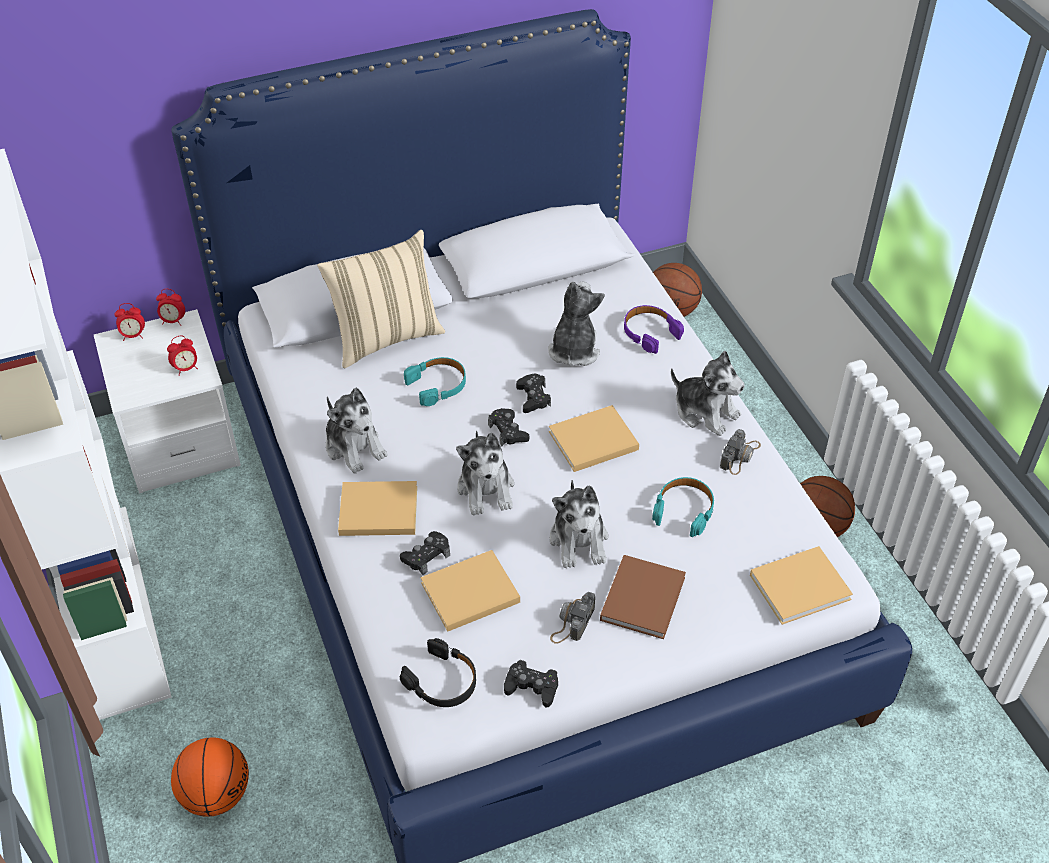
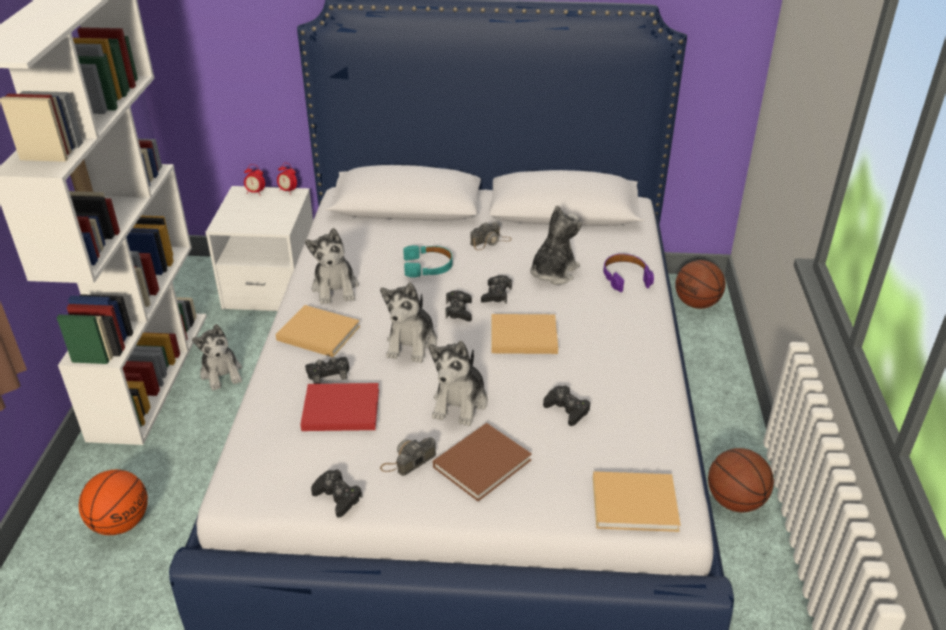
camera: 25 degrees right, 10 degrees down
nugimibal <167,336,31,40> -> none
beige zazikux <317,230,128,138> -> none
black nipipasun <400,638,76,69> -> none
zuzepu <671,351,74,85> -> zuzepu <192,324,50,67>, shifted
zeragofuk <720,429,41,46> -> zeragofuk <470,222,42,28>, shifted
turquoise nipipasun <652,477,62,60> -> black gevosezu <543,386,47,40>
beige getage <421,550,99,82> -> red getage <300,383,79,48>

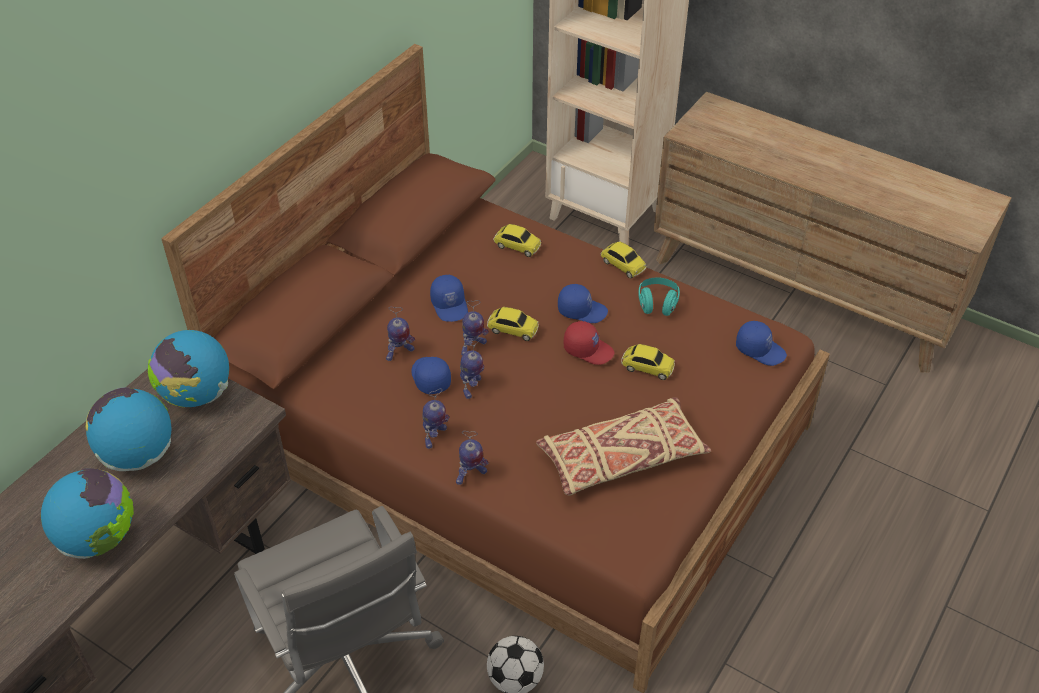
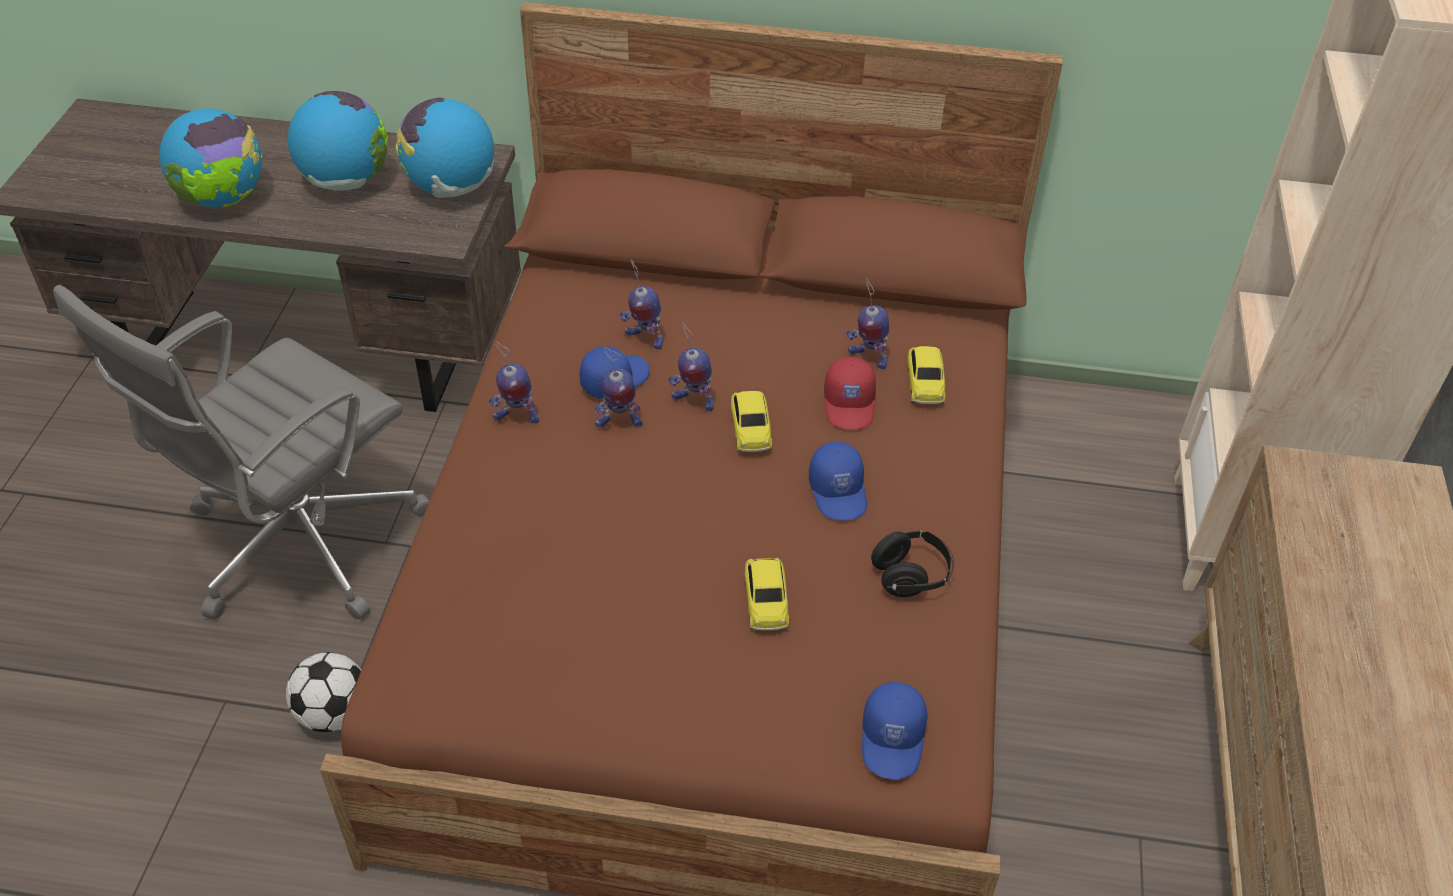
camera: 65 degrees right, 0 degrees up
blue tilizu <430,275,38,47> -> none
beige zazikux <536,397,175,99> -> none
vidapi <601,241,46,38> -> none
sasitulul <456,431,33,54> -> sasitulul <846,278,43,91>, shifted
red tilizu <564,321,50,44> -> red tilizu <824,357,52,73>, shifted
turquoise nipipasun <638,277,42,39> -> black nipipasun <871,531,83,66>

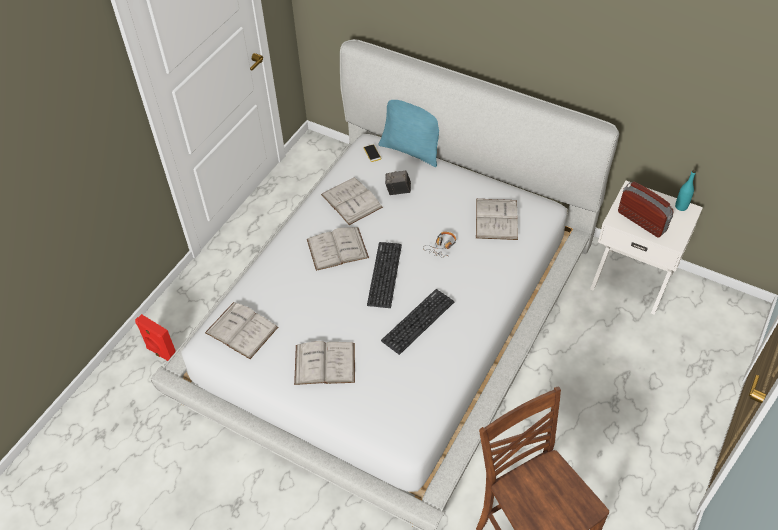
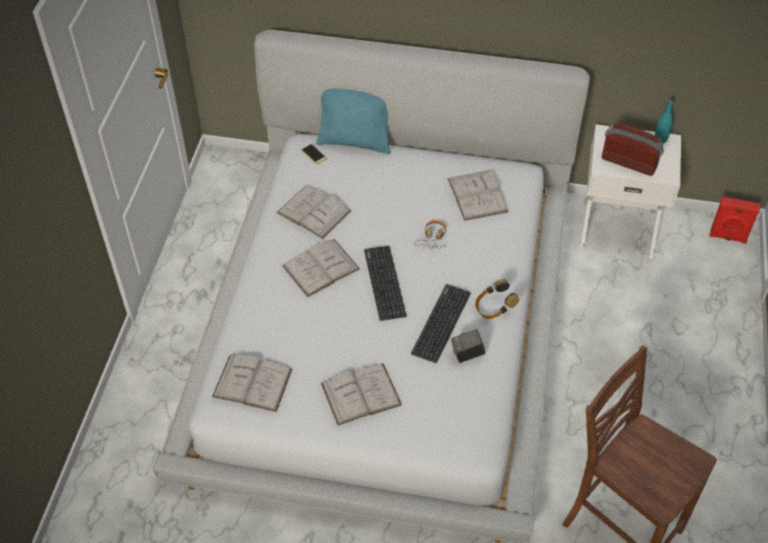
camera: 20 degrees left, 0 degrees up
none -> nipipasun <475,279,44,40>
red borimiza <135,314,41,47> -> red borimiza <709,196,51,48>, shifted
zeragofuk <385,171,26,24> -> zeragofuk <451,329,34,34>, shifted

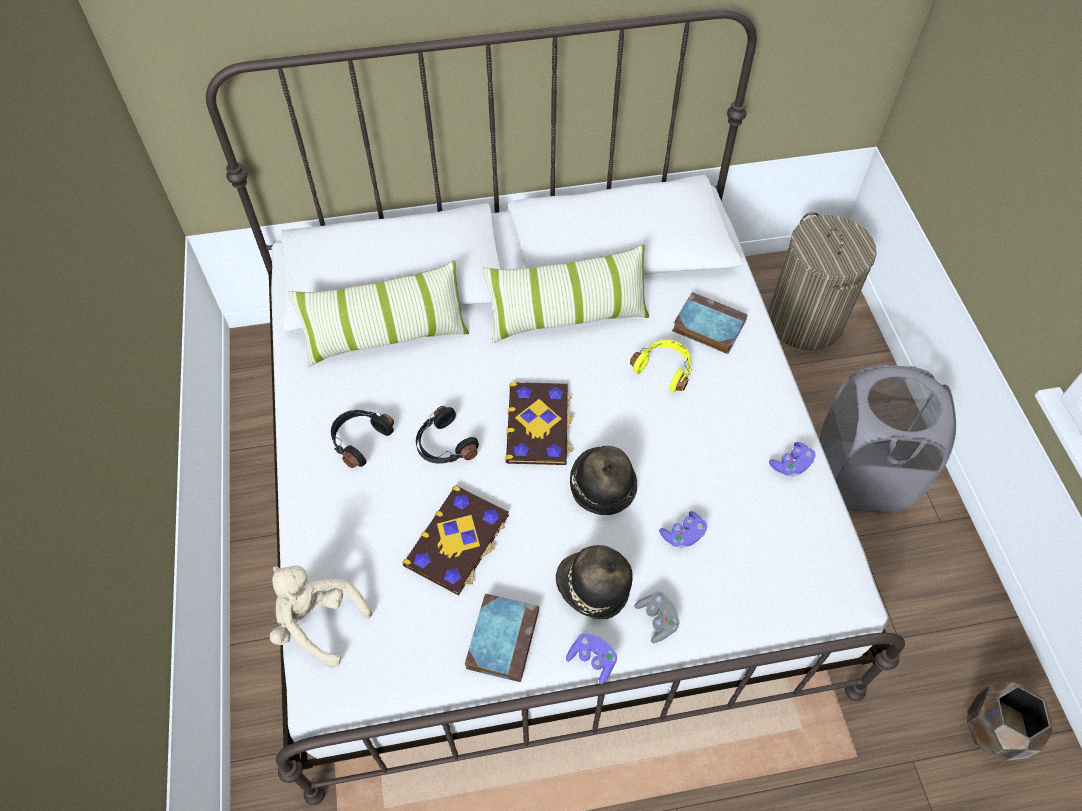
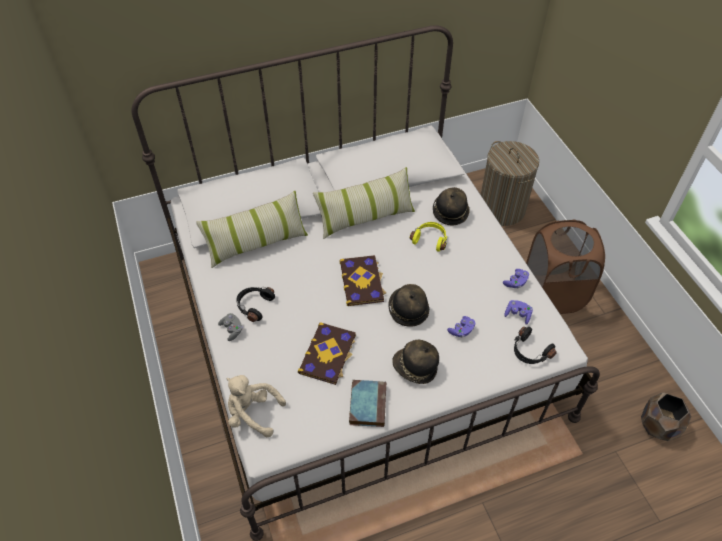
camera: 10 degrees left, 5 degrees down
black nipipasun <416,406,63,58> -> black nipipasun <514,327,43,37>, shifted
purple gevosezu <566,633,51,51> -> purple gevosezu <504,300,29,25>, shifted
grey gevosezu <634,591,46,52> -> grey gevosezu <218,313,25,28>, shifted
getage <672,292,76,62> -> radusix <433,187,37,39>
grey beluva <819,364,137,149> -> brown beluva <526,220,79,94>

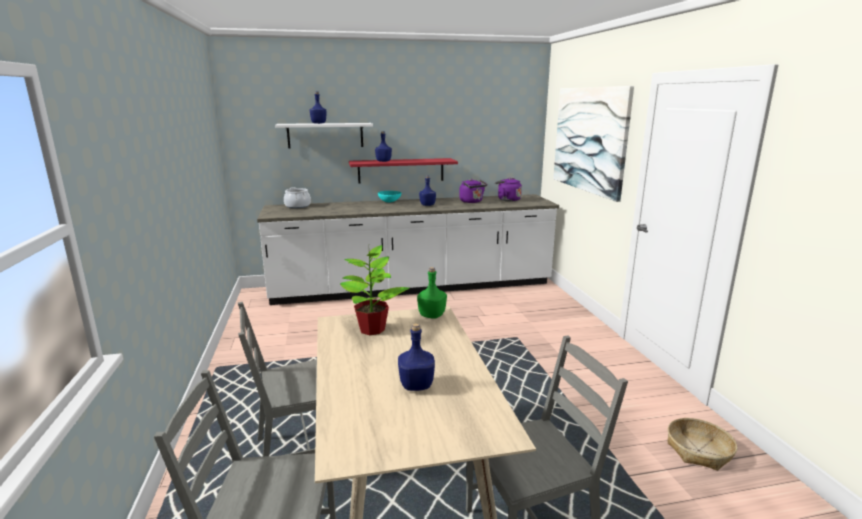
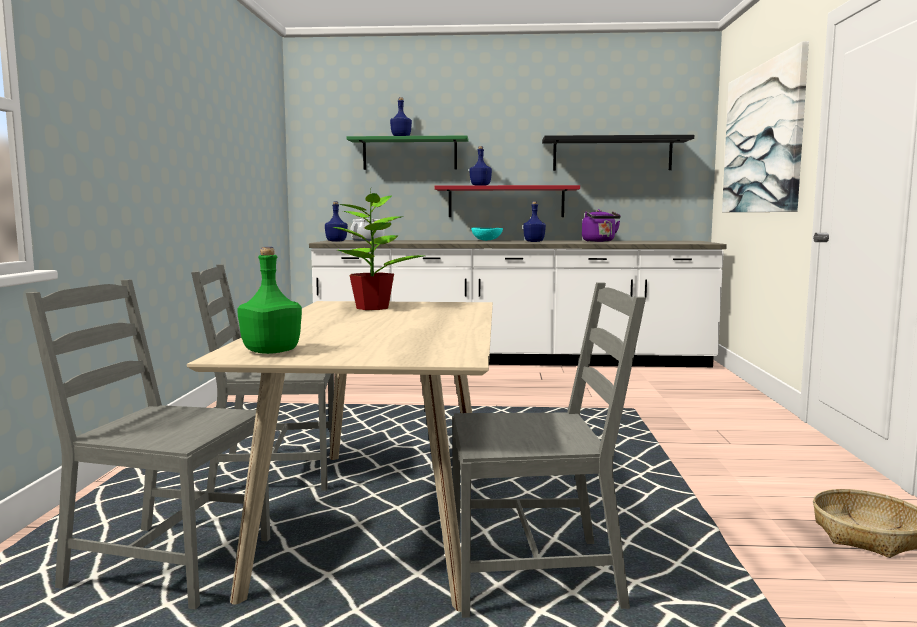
camera: 15 degrees right, 10 degrees down
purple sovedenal <494,178,28,24> -> none
none -> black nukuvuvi <542,135,152,36>
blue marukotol <398,324,37,67> -> blue marukotol <325,201,23,41>, shifted
green marukotol <417,267,30,52> -> green marukotol <237,247,65,107>, shifted
white nukuvuvi <275,123,98,25> -> green nukuvuvi <346,135,122,35>

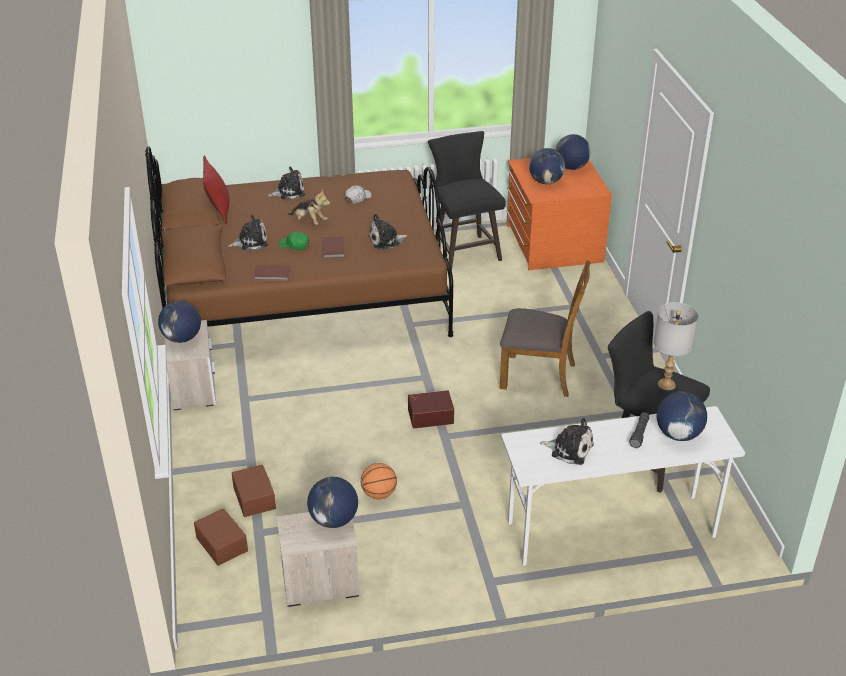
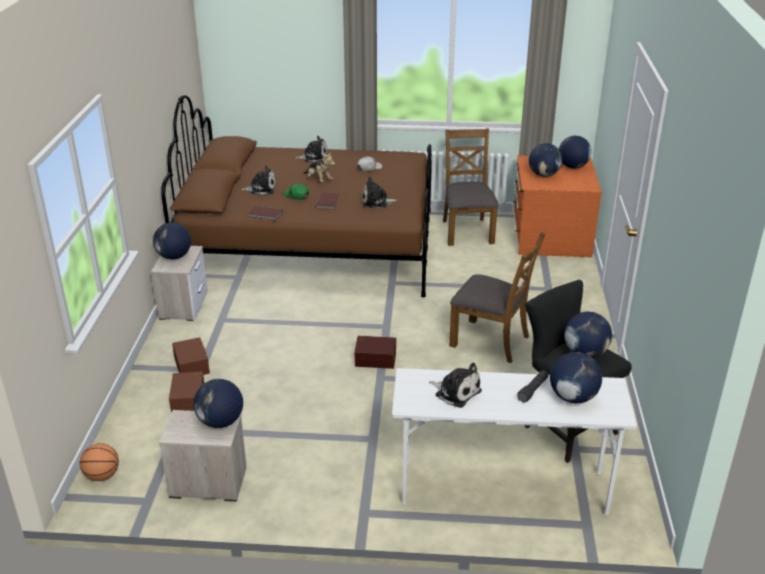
camera: 15 degrees right, 5 degrees down
red zazikux <203,155,27,69> -> none
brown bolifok <194,508,54,58> -> brown bolifok <172,337,38,38>, shifted
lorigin <361,463,36,36> -> lorigin <80,443,39,38>, shifted
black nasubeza <428,131,78,139> -> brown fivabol <443,128,56,118>
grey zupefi <654,302,45,88> -> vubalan <564,311,48,47>

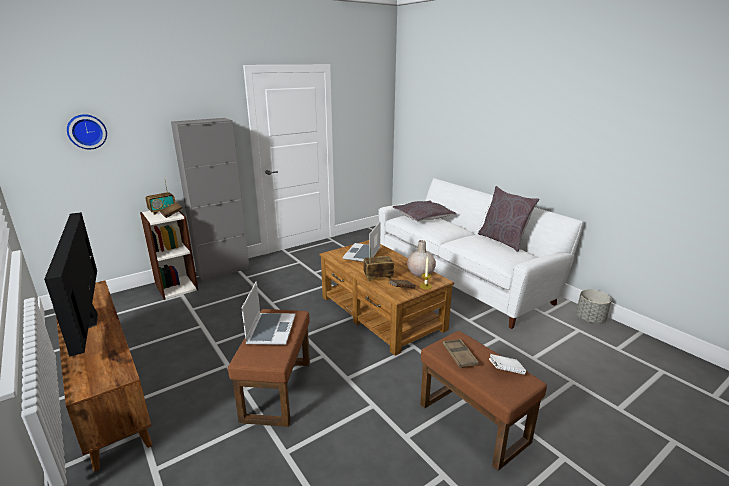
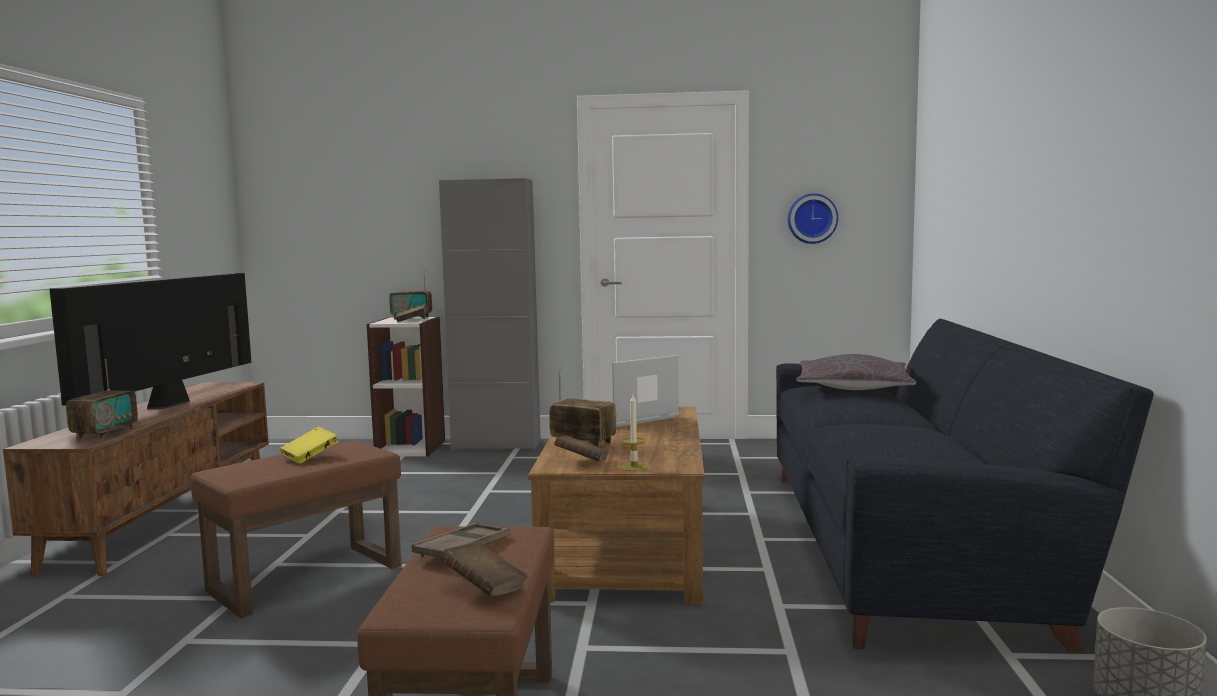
camera: 40 degrees right, 15 degrees down
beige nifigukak <407,240,29,37> -> none
grey zazikux <478,186,61,66> -> none
none -> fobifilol <66,359,72,81>
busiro <67,114,40,35> -> busiro <788,193,50,51>, shifted
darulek <242,281,53,64> -> yellow getage <280,427,58,37>
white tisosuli <378,178,207,151> -> black tisosuli <776,318,378,334>
white getage <489,354,37,21> -> brown getage <439,542,89,55>

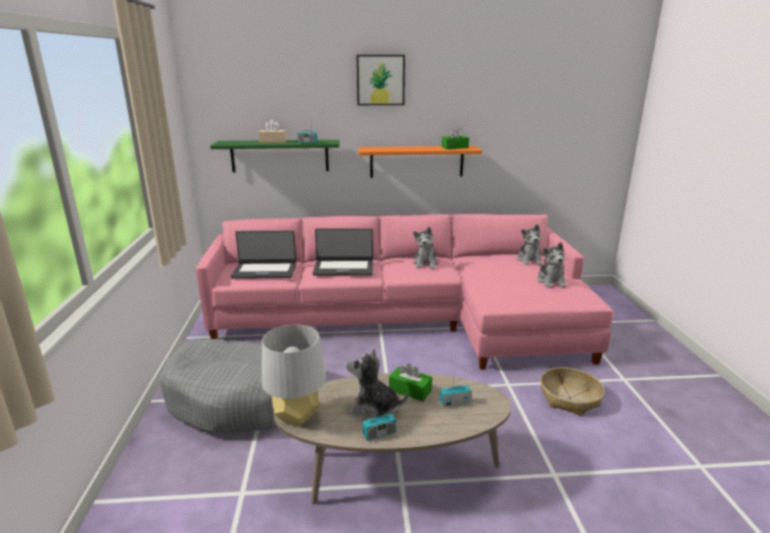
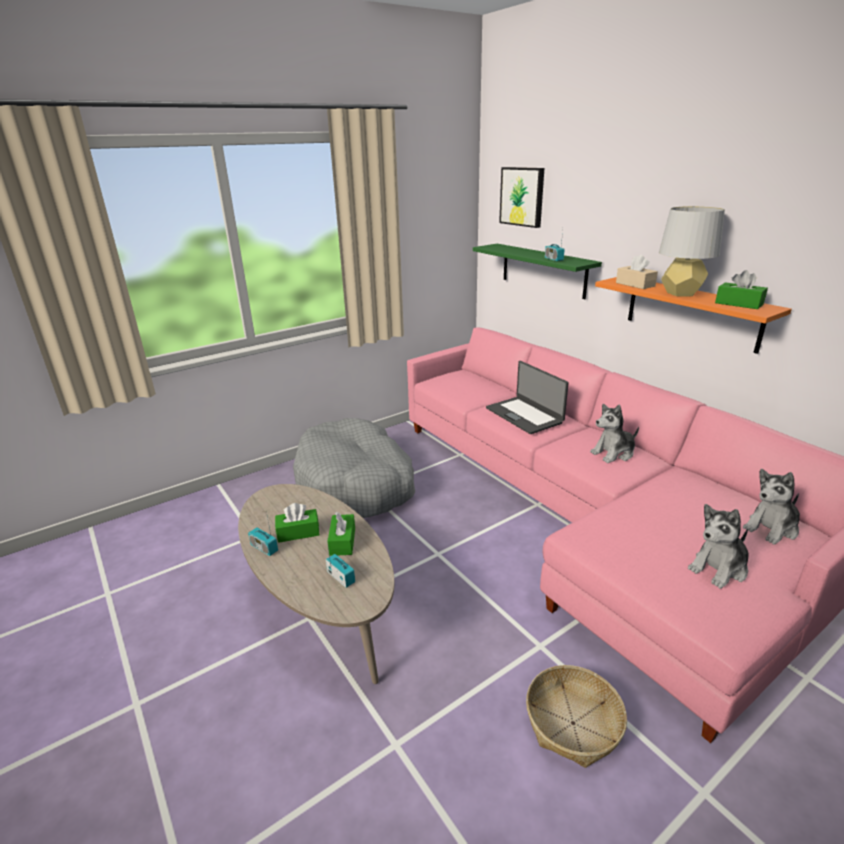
camera: 60 degrees right, 5 degrees up
darulek <231,231,65,48> -> none
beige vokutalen <259,120,28,23> -> beige vokutalen <616,254,42,35>, shifted
grey zupefi <262,325,64,101> -> grey zupefi <659,206,66,90>, shifted
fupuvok <357,55,48,50> -> fupuvok <499,167,45,61>, shifted
zuzepu <347,349,61,71> -> green vokutalen <275,503,45,40>

